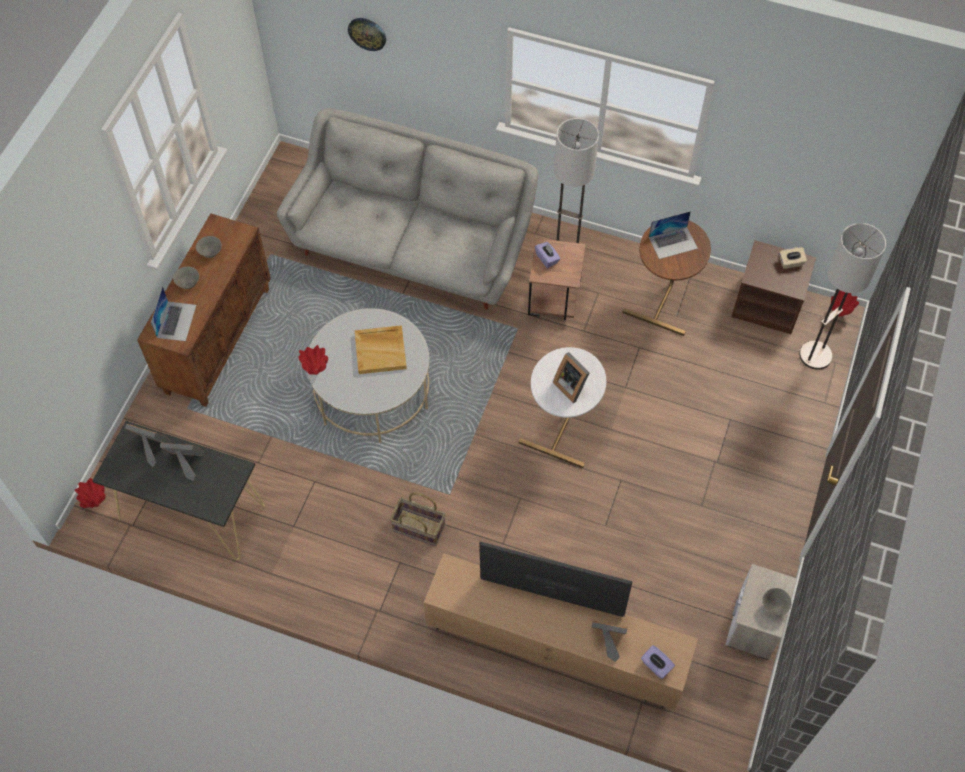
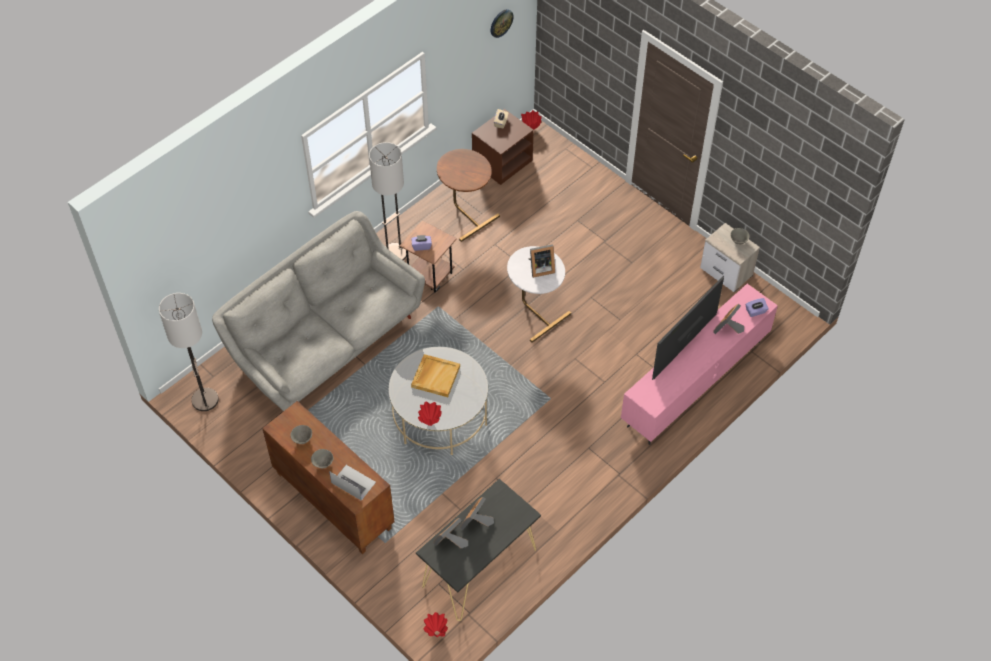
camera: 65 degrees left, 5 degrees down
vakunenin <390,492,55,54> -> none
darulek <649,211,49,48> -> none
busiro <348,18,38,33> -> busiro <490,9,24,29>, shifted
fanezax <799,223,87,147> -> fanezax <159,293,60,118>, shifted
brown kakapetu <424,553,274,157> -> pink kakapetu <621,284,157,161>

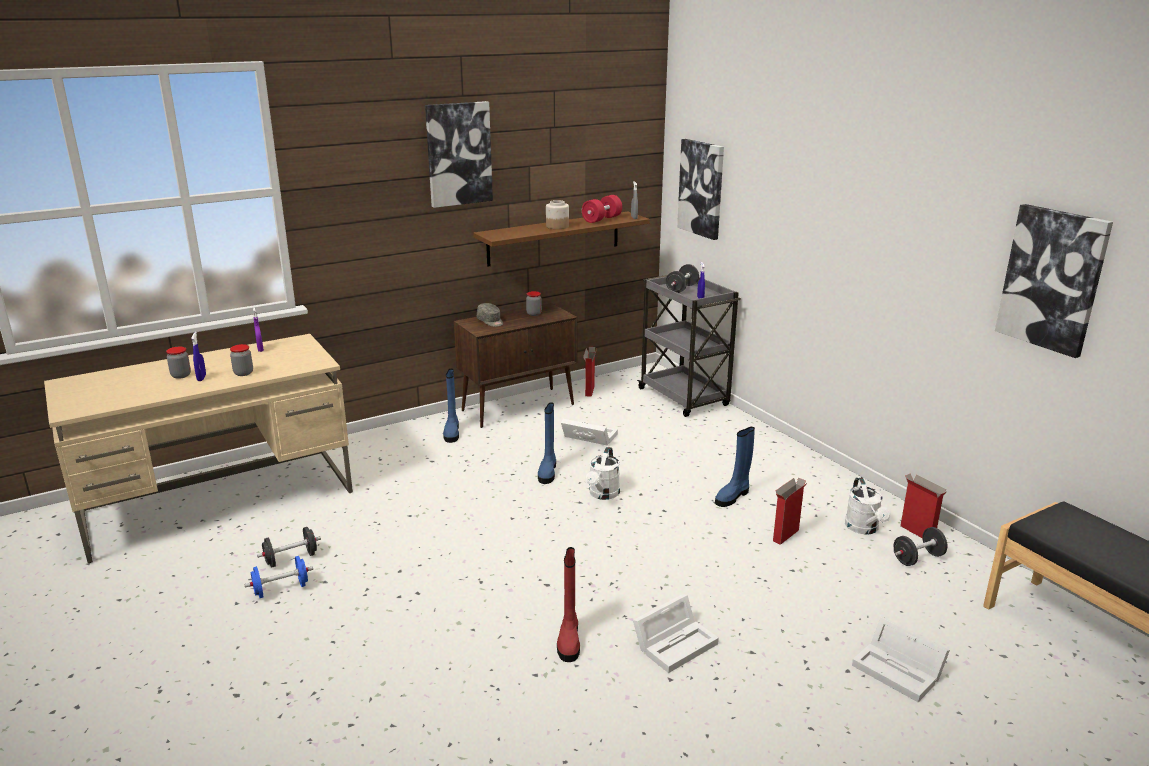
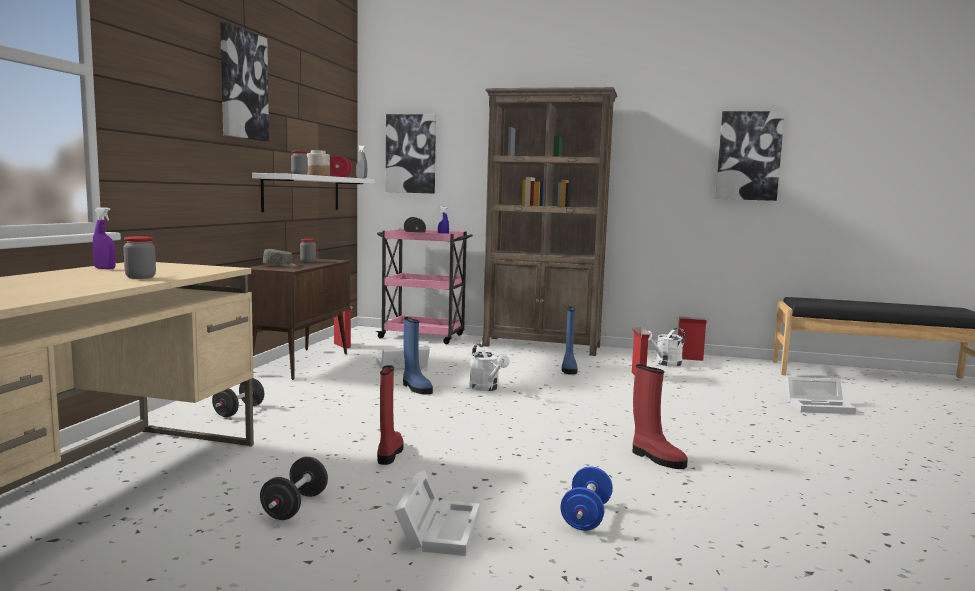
camera: 45 degrees left, 15 degrees down
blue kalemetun <191,332,15,49> -> none
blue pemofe <443,369,16,74> -> none
none -> red pemofe <377,365,26,100>
none -> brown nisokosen <482,87,136,269>
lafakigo <166,347,25,32> -> lafakigo <291,151,17,24>, shifted
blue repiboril <244,556,69,42> -> blue repiboril <560,466,53,65>, shifted
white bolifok <633,594,86,79> -> white bolifok <394,470,86,86>, shifted
black repiboril <894,527,54,39> -> black repiboril <212,378,52,39>, shifted
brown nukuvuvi <473,212,177,54> -> white nukuvuvi <252,173,123,39>
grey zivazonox <637,275,104,142> -> pink zivazonox <375,229,98,115>
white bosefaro <845,477,46,58> -> white bosefaro <648,328,37,38>, 105 degrees clockwise

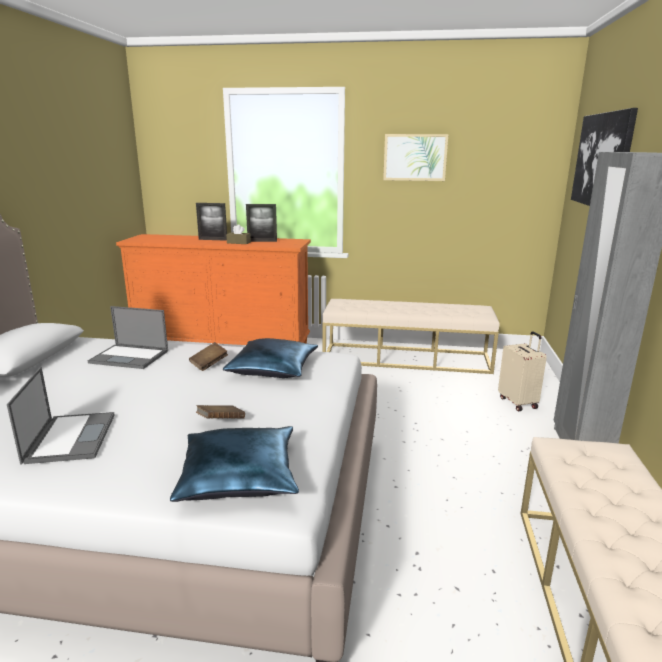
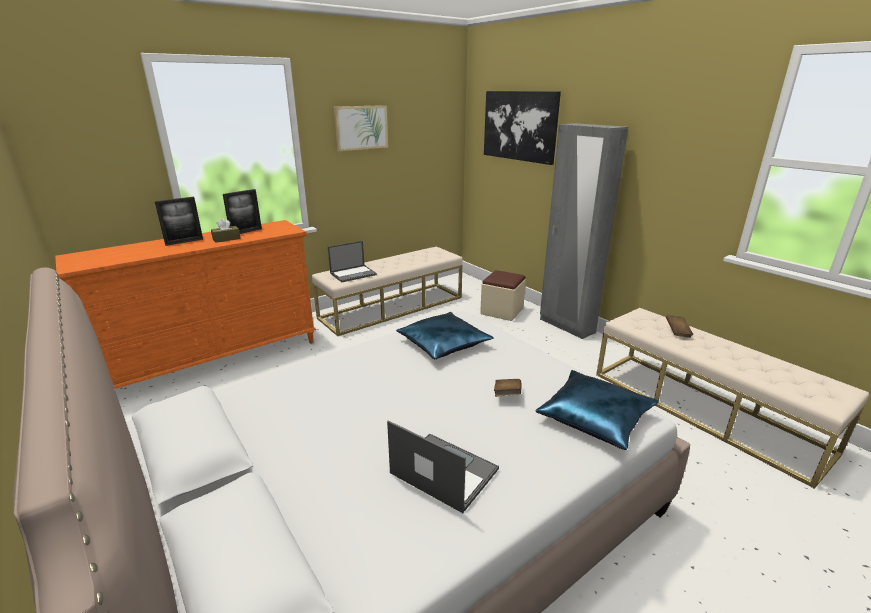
camera: 45 degrees left, 5 degrees up
darulek <88,306,80,63> -> darulek <328,241,49,42>, shifted
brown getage <189,342,39,29> -> brown getage <666,315,27,23>, shifted
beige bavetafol <498,331,49,80> -> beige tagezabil <480,270,46,51>

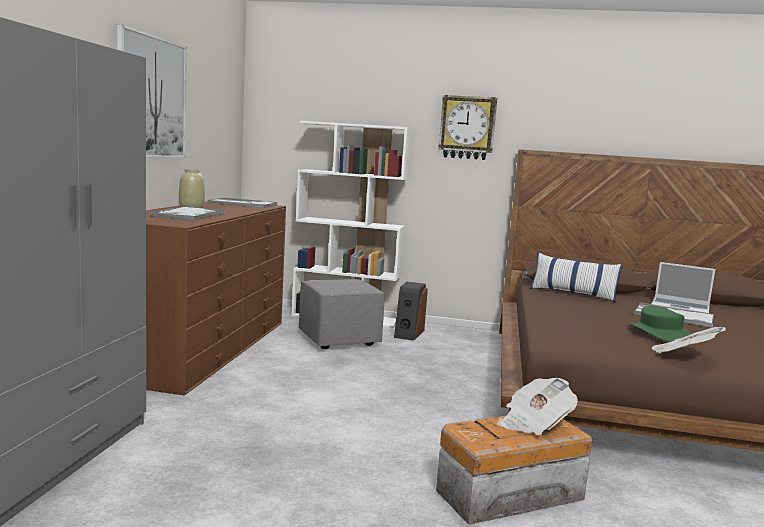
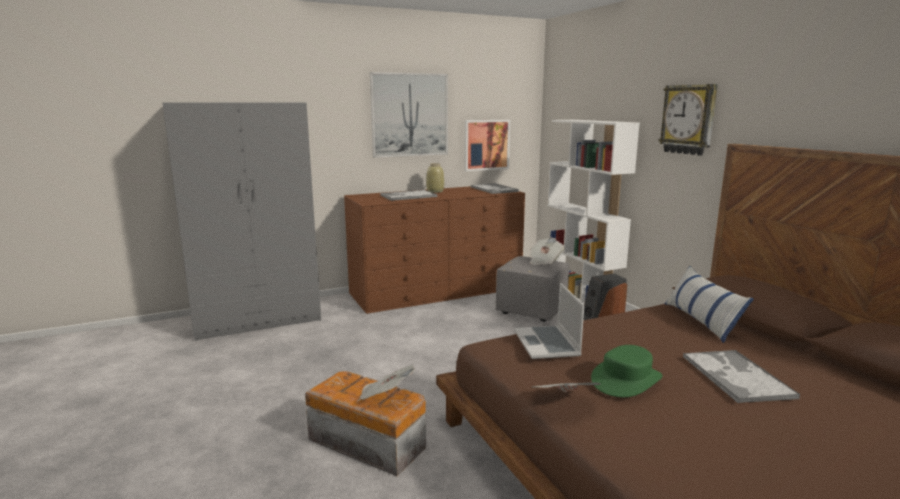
camera: 55 degrees right, 5 degrees up
none -> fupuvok <464,119,46,52>
none -> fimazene <529,238,35,27>
darulek <652,262,63,51> -> darulek <514,283,70,76>, shifted

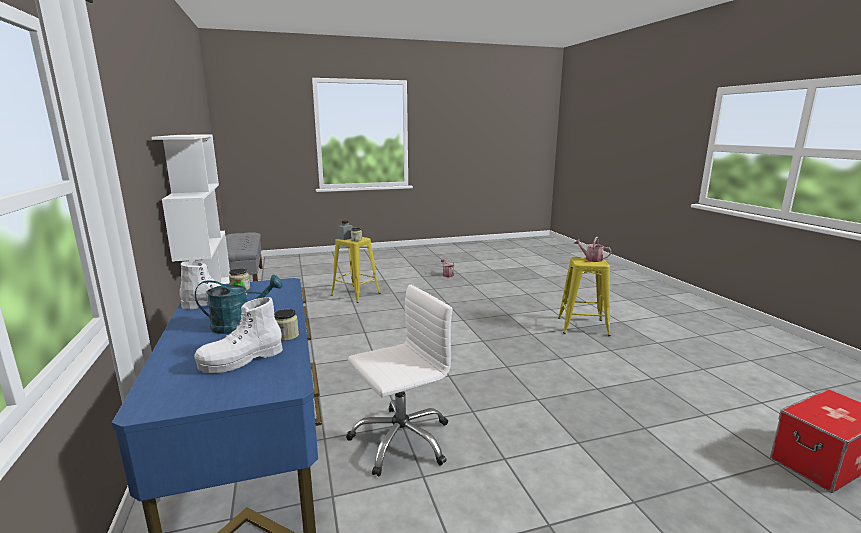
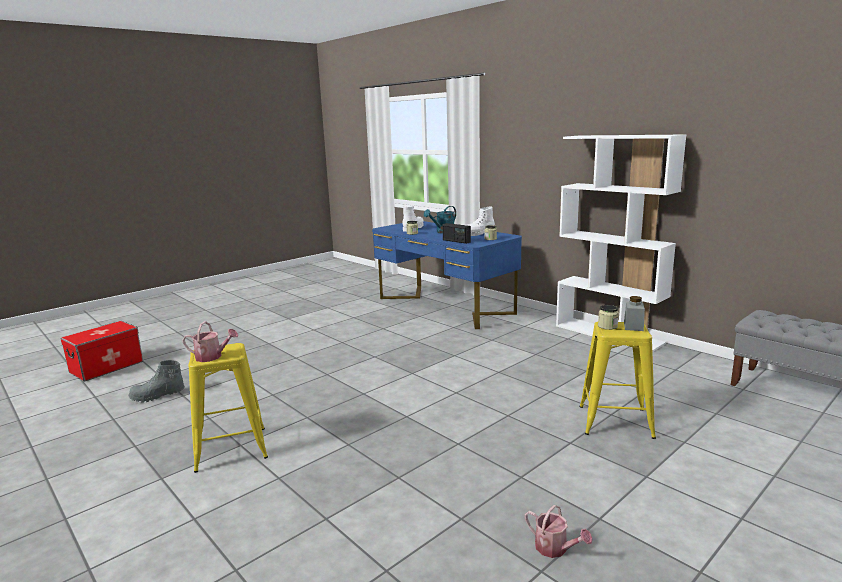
camera: 155 degrees right, 0 degrees up
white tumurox <346,285,107,192> -> none
none -> grey pemofe <128,360,57,42>
none -> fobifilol <443,223,28,21>

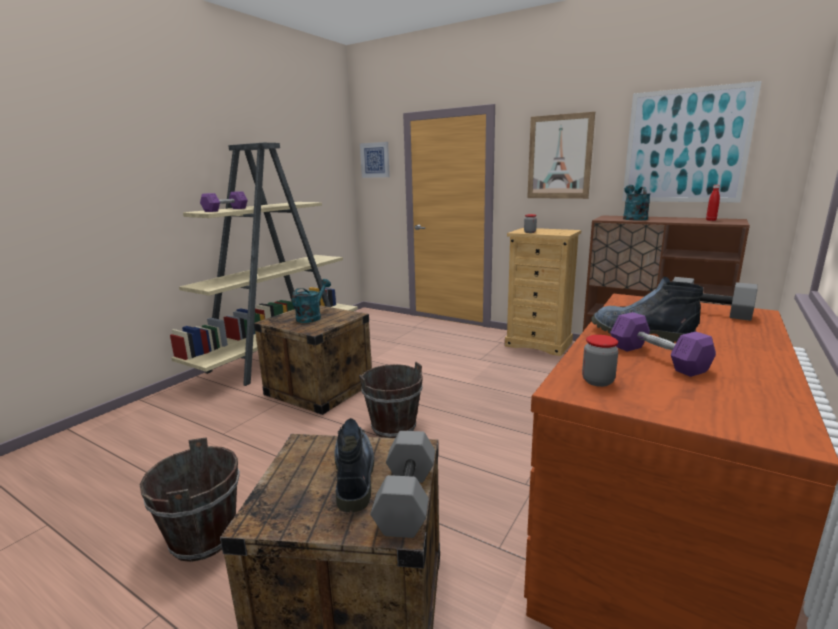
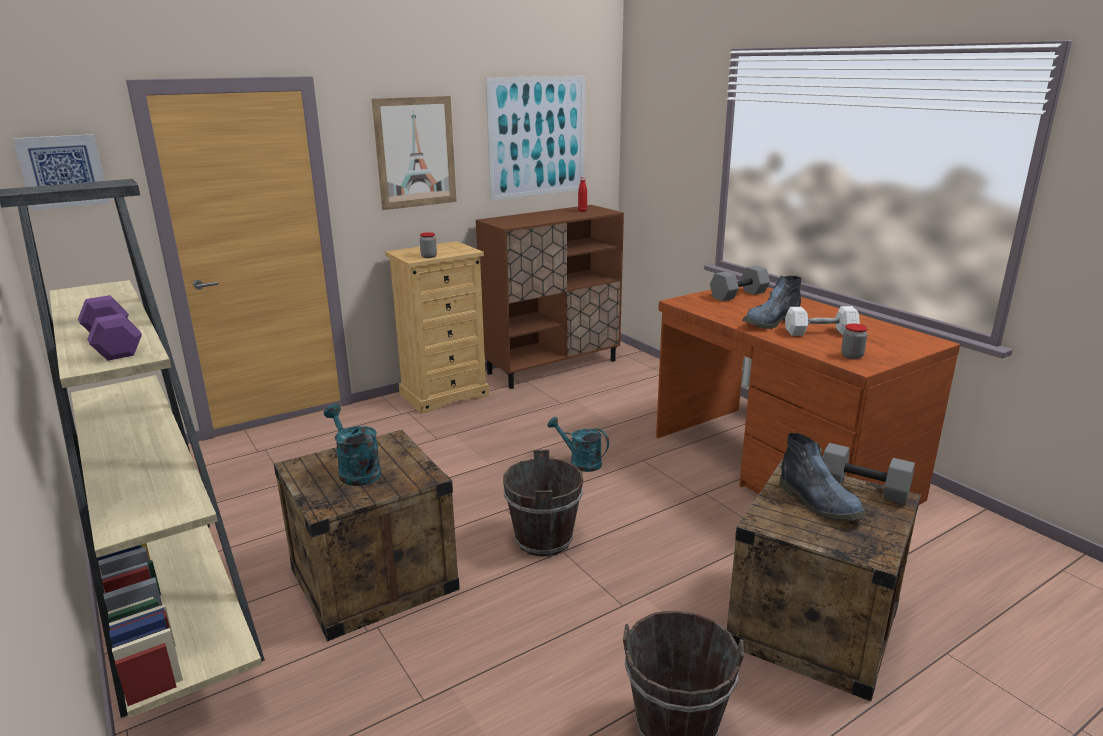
camera: 65 degrees left, 5 degrees up
turquoise bosefaro <623,185,28,35> -> turquoise bosefaro <547,417,62,55>, shifted
purple repiboril <610,312,106,65> -> white repiboril <785,306,75,30>
pemofe <334,418,40,94> -> pemofe <779,433,87,88>, 135 degrees counterclockwise

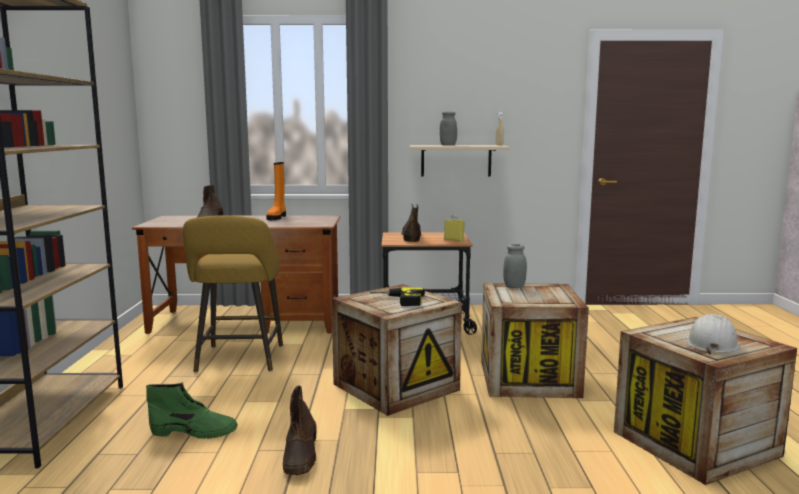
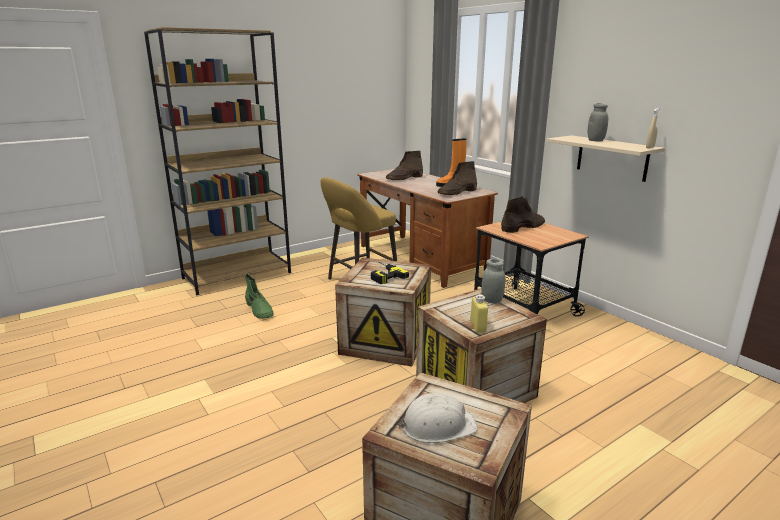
camera: 55 degrees right, 10 degrees up
brown pemofe <283,385,34,90> -> brown pemofe <438,161,39,34>, shifted
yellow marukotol <444,215,20,27> -> yellow marukotol <471,294,17,39>, shifted

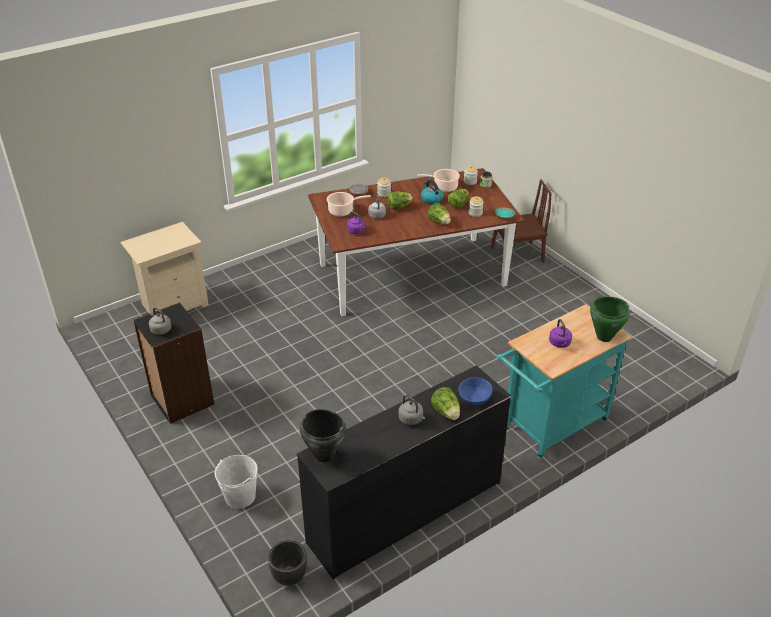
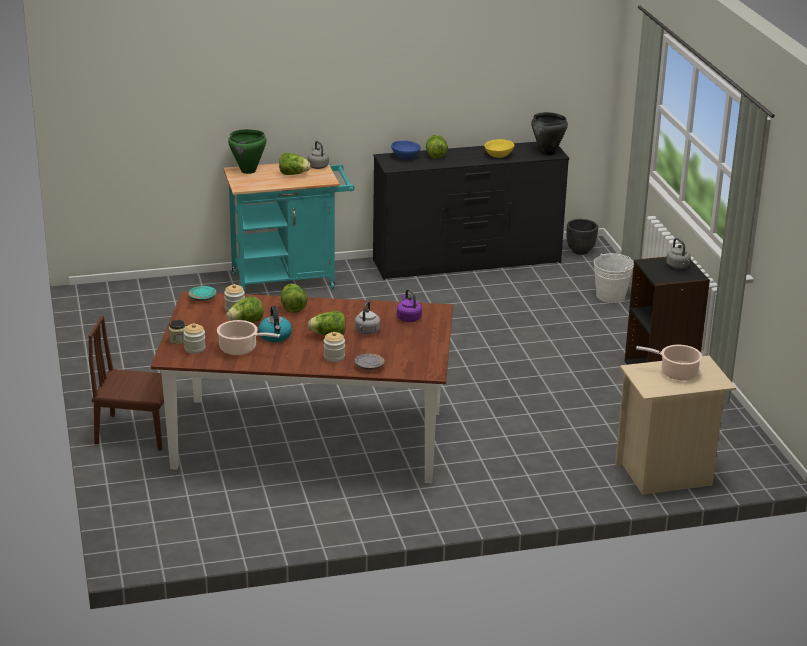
camera: 160 degrees left, 10 degrees down
none -> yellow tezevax <485,139,29,19>
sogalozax <327,192,44,24> -> sogalozax <636,345,66,35>, shifted
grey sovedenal <399,395,26,30> -> grey sovedenal <308,141,21,28>, shifted
purple sovedenal <549,319,23,29> -> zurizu <279,153,32,22>

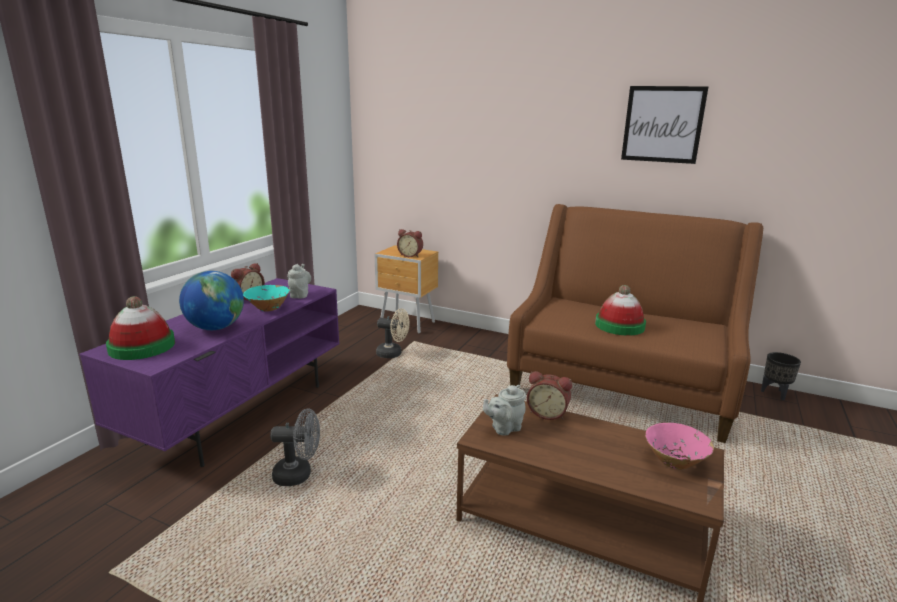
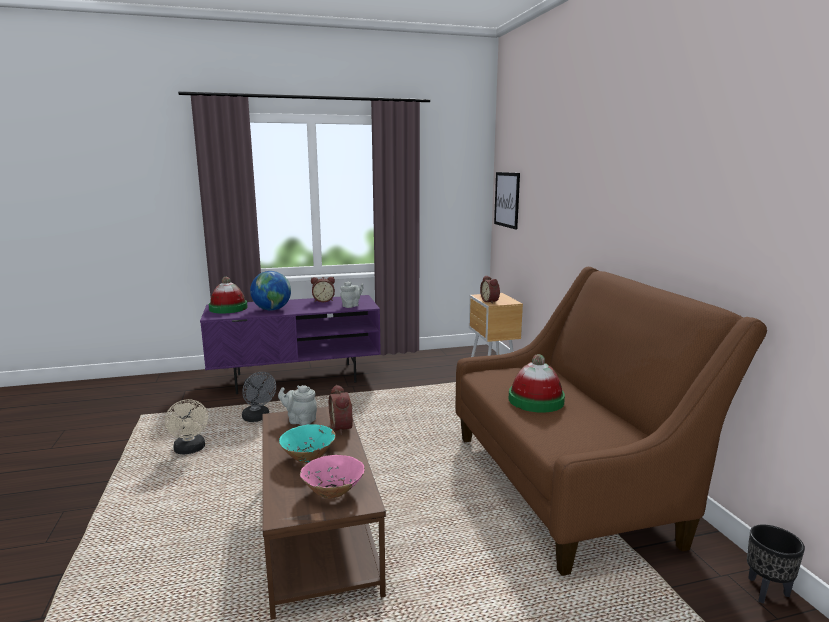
camera: 50 degrees right, 5 degrees down
turquoise tezevax <243,285,47,27> -> turquoise tezevax <279,424,57,39>, shifted
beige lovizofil <376,308,34,50> -> beige lovizofil <165,399,43,56>, shifted
fupuvok <621,86,87,78> -> fupuvok <494,172,26,58>, shifted

